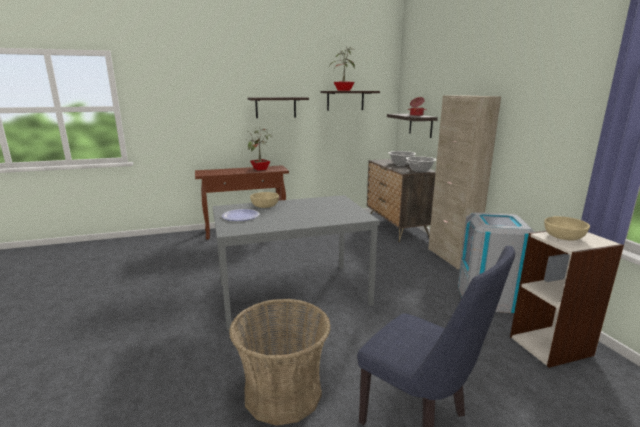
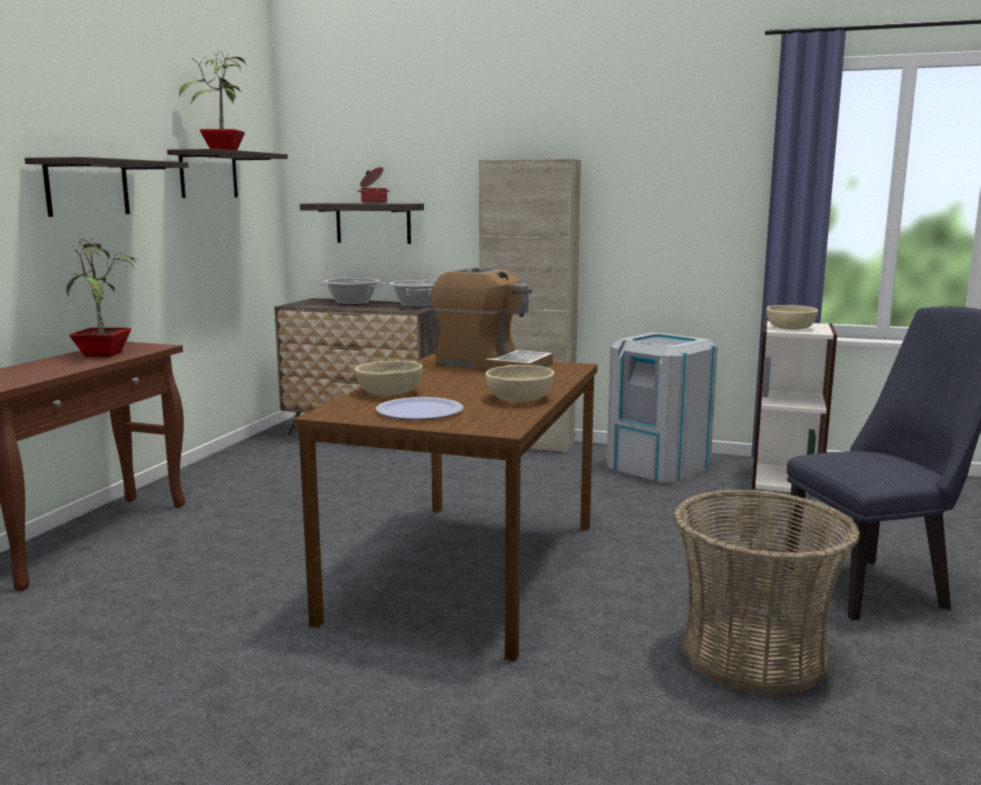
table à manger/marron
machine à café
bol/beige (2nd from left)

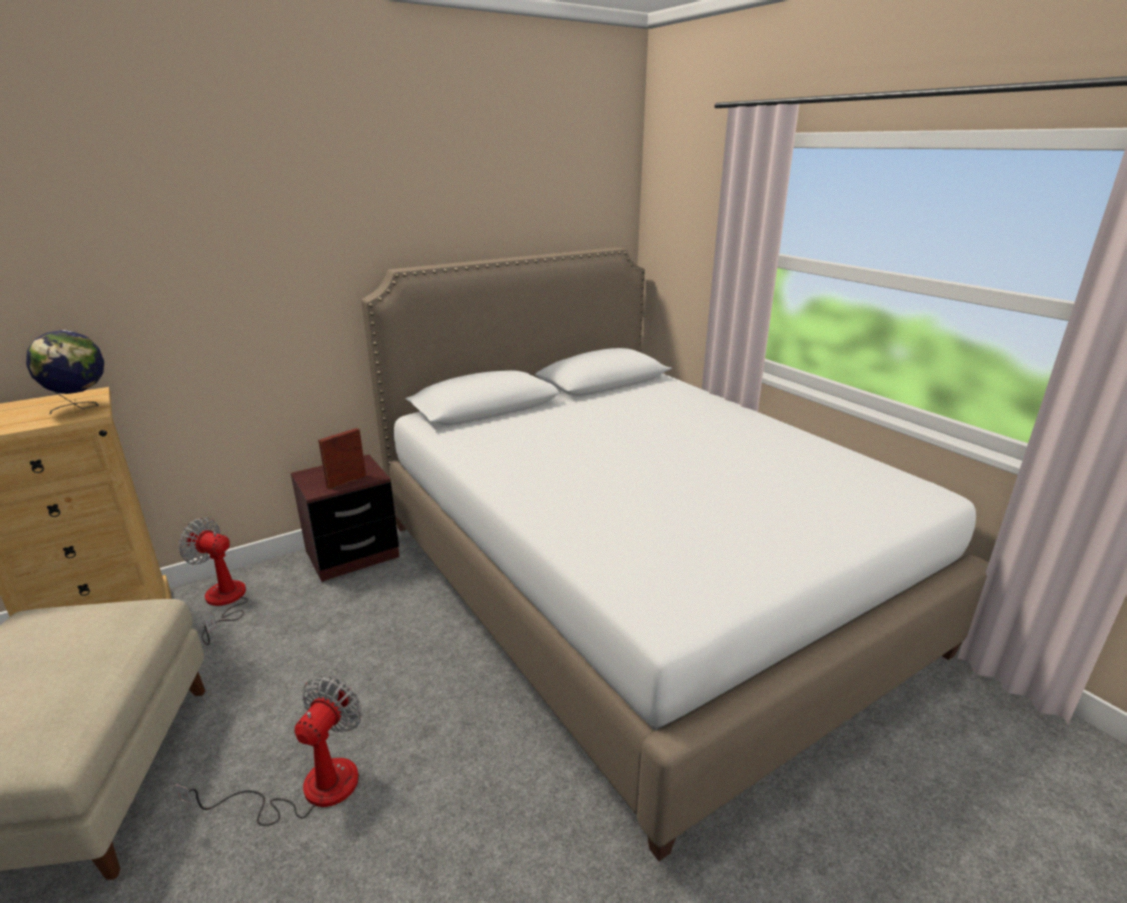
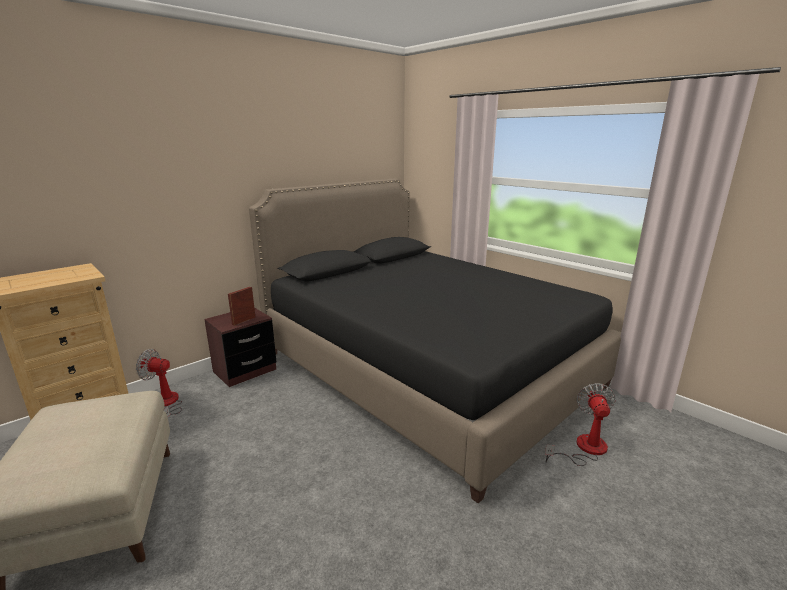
lit/noir
globe
ventilateur (2nd from left)

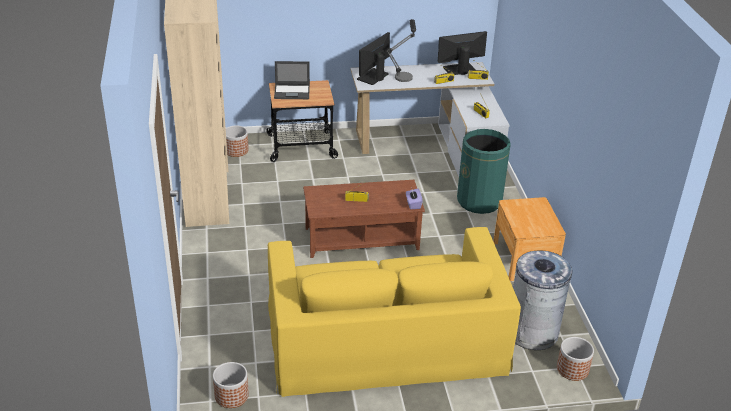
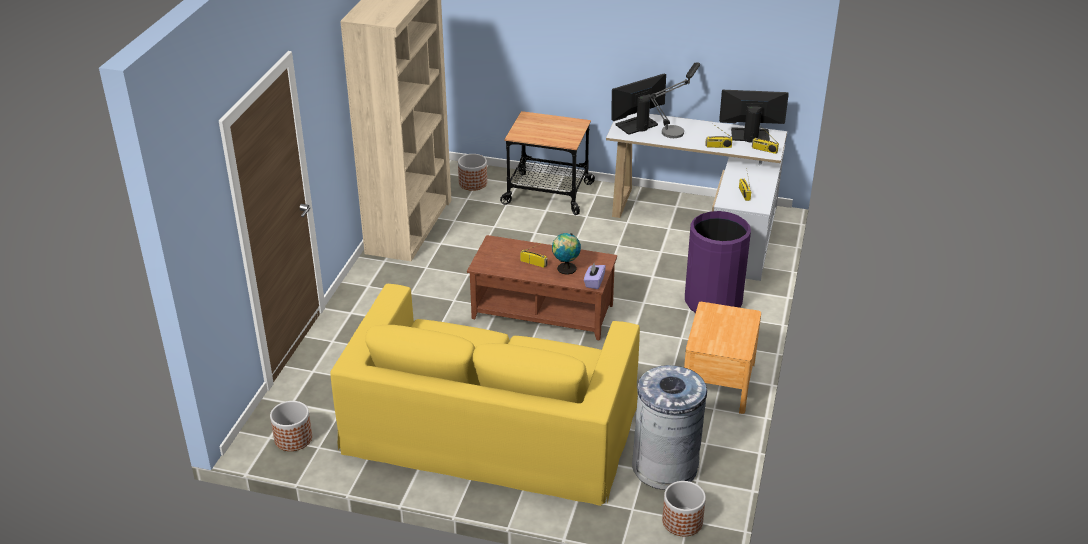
ordinateur portable
poubelle/violet
globe

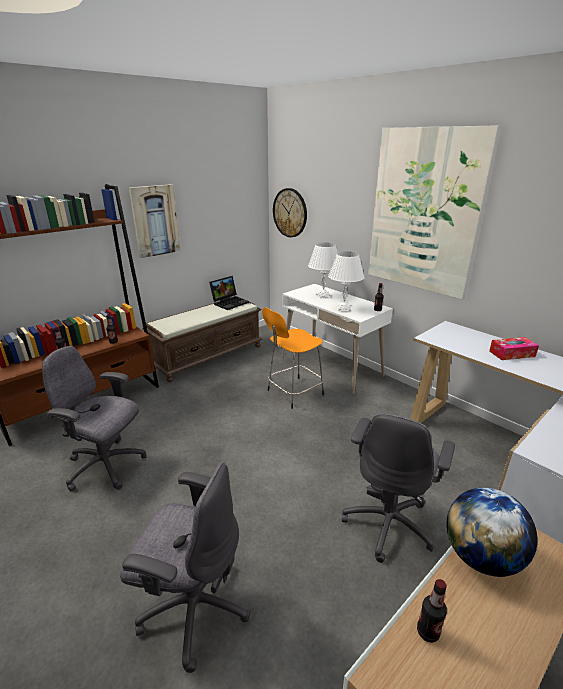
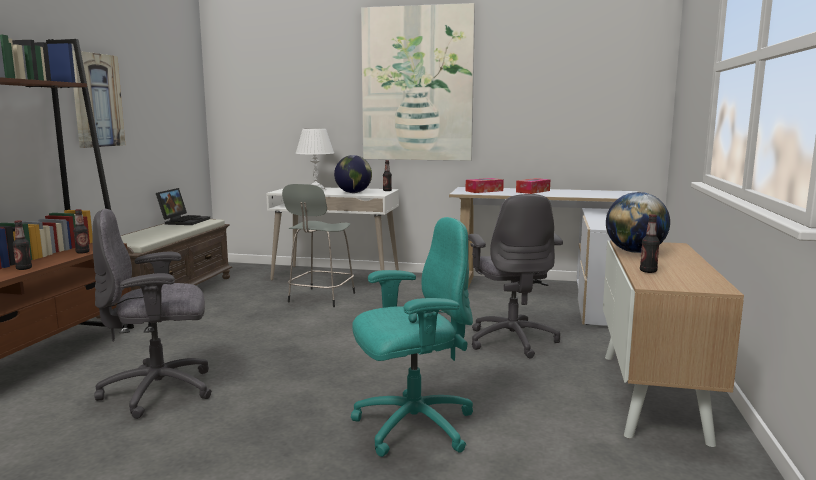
horloge murale
globe (1st from left)
tabouret/gris
chaise de bureau/turquoise
boîte à mouchoirs (1st from left)

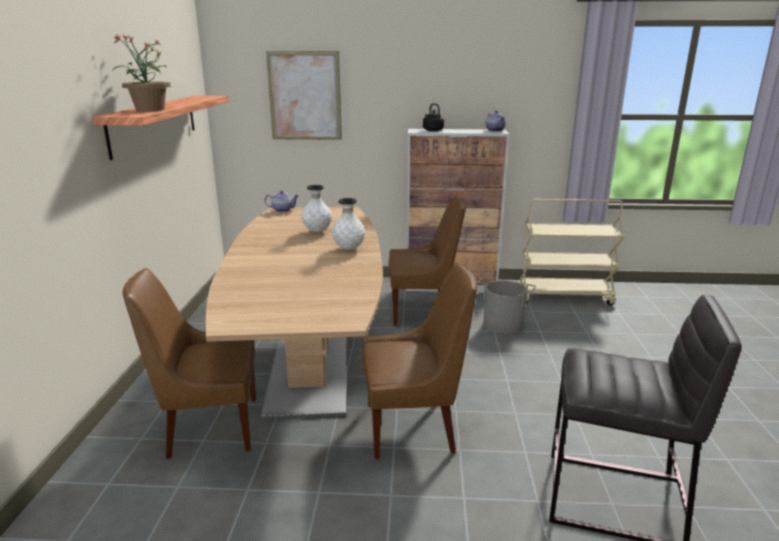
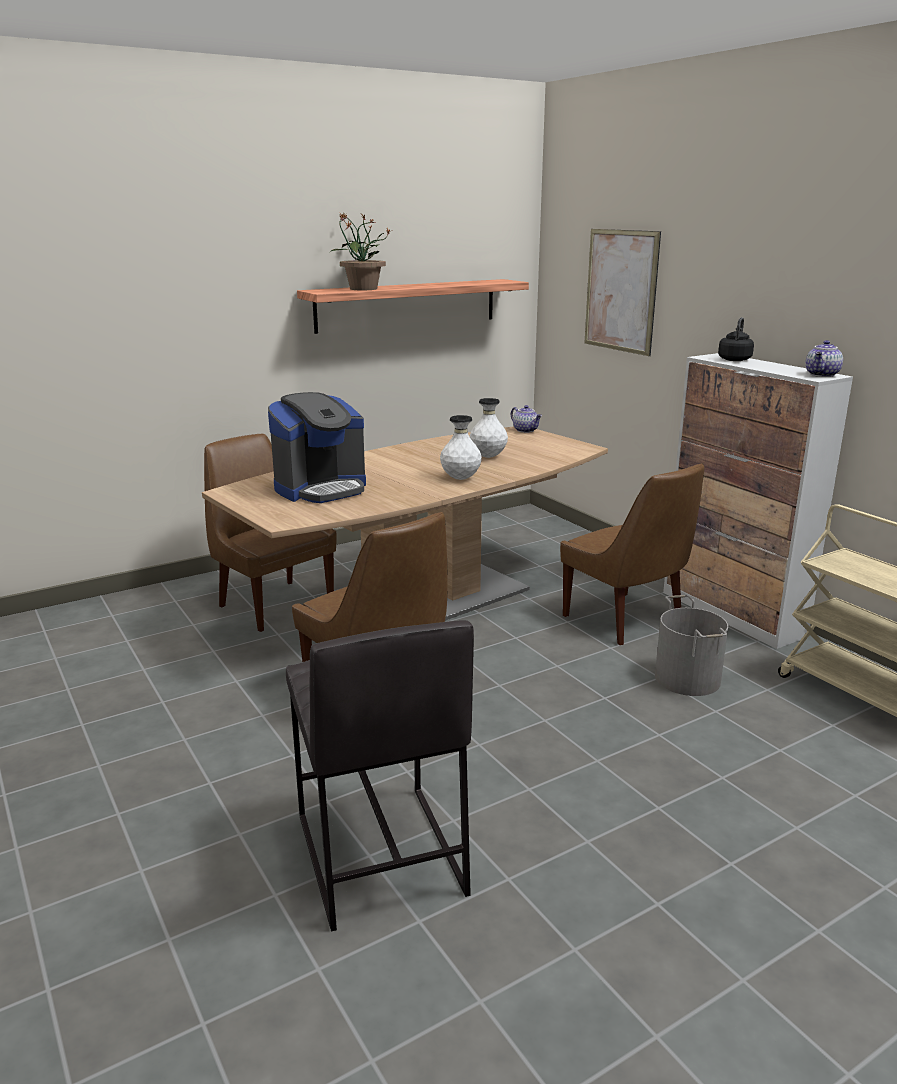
machine à café

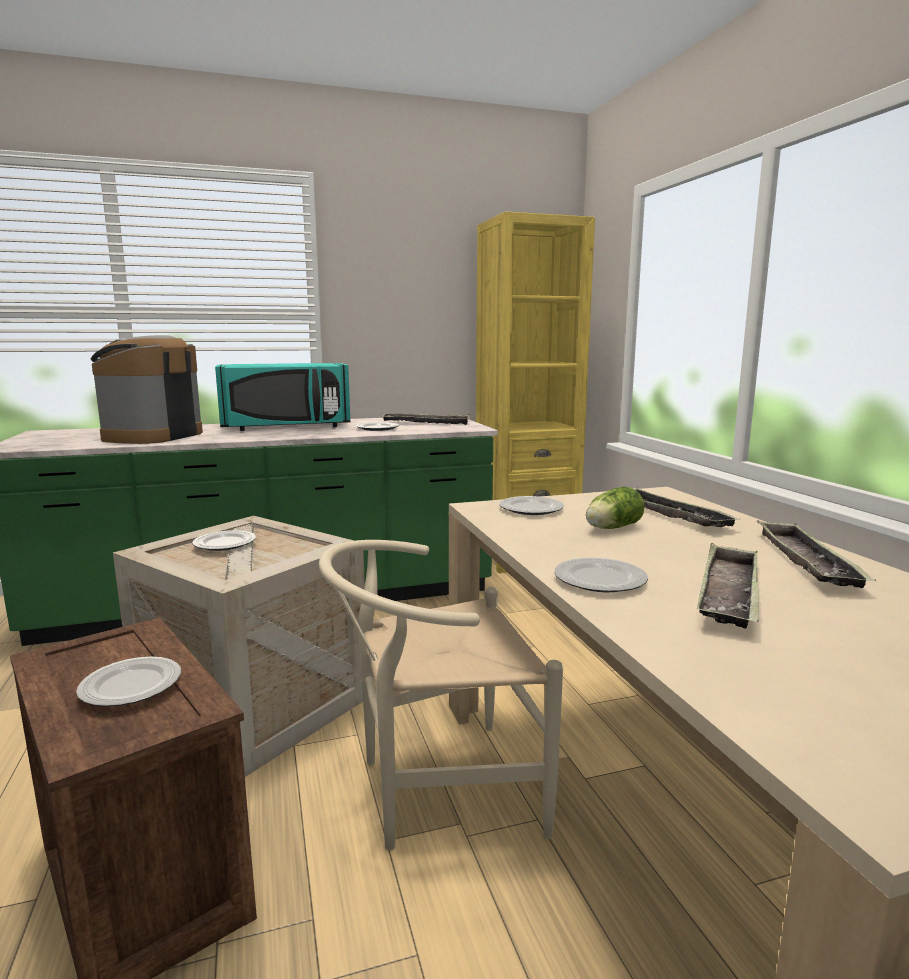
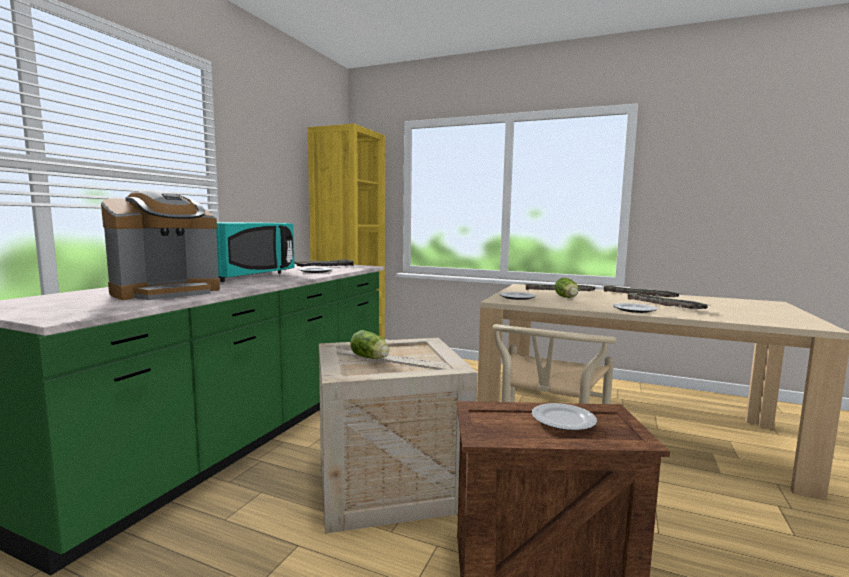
machine à café
laitue (1st from left)

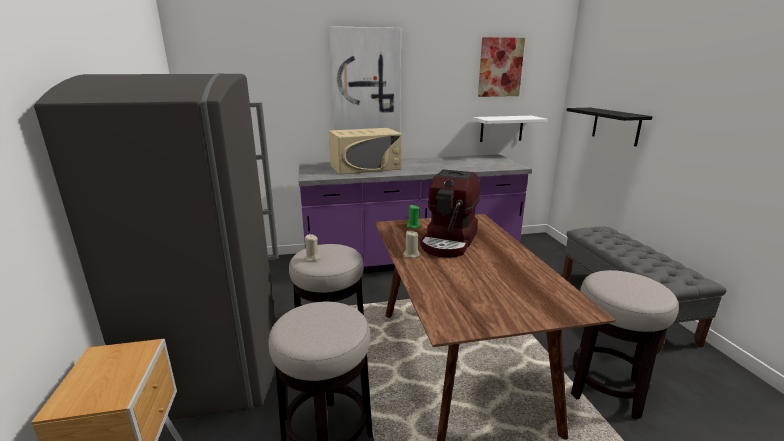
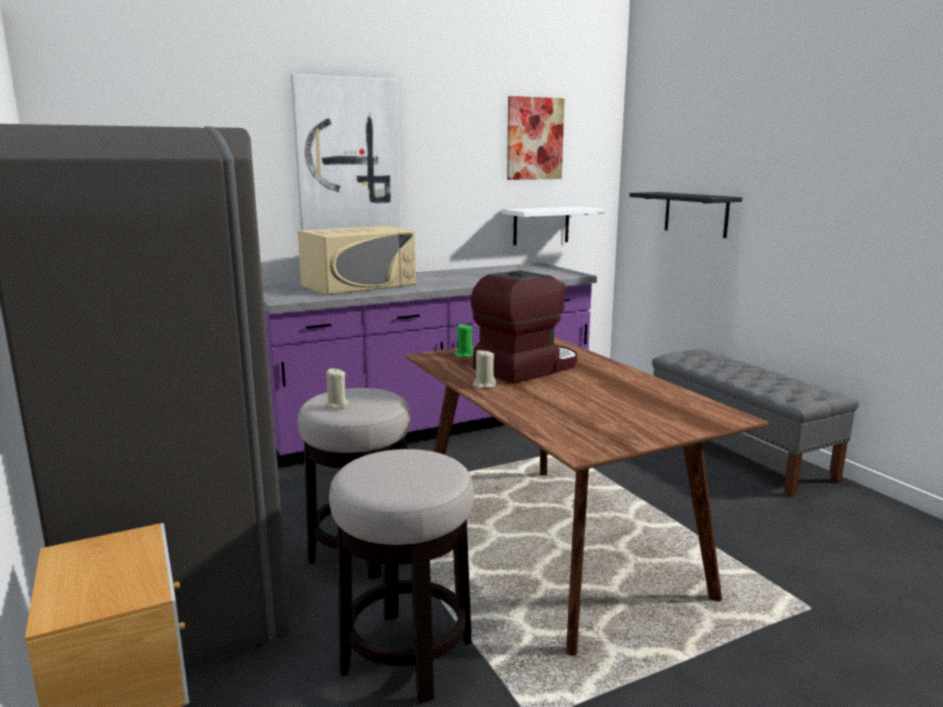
machine à café
tabouret (3rd from left in the first image)

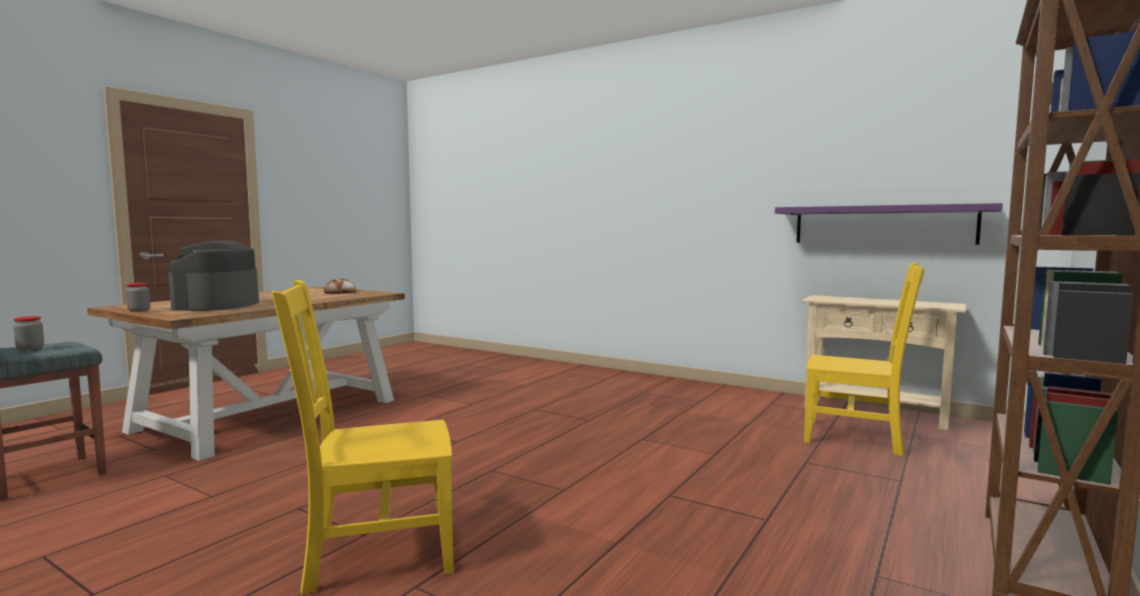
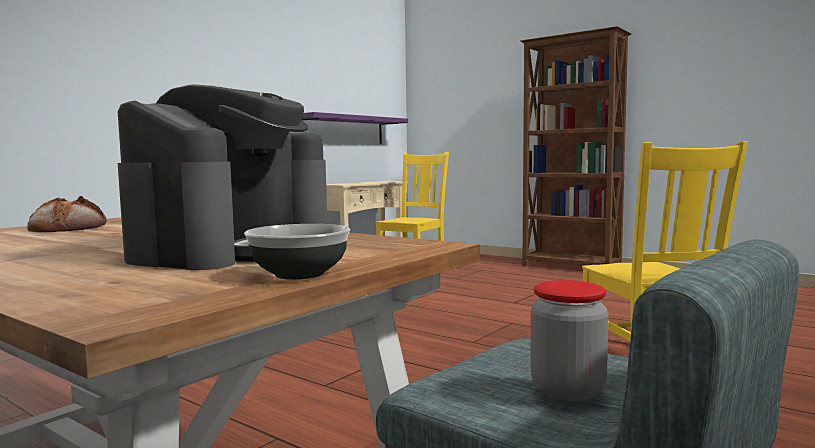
machine à café
bol

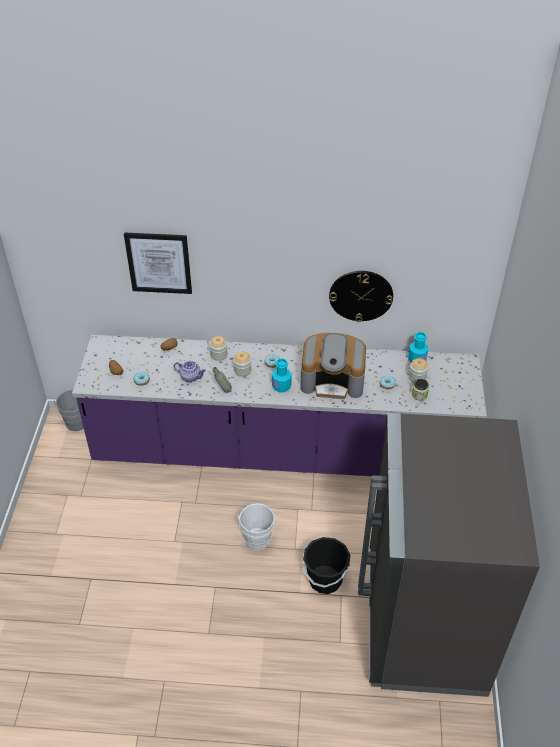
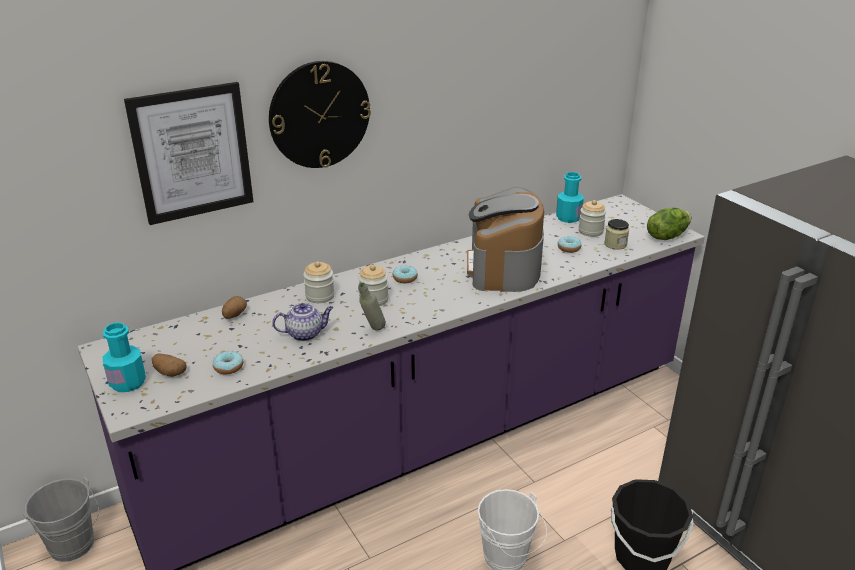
horloge murale
machine à café
bouteille/turquoise (1st from left)
laitue

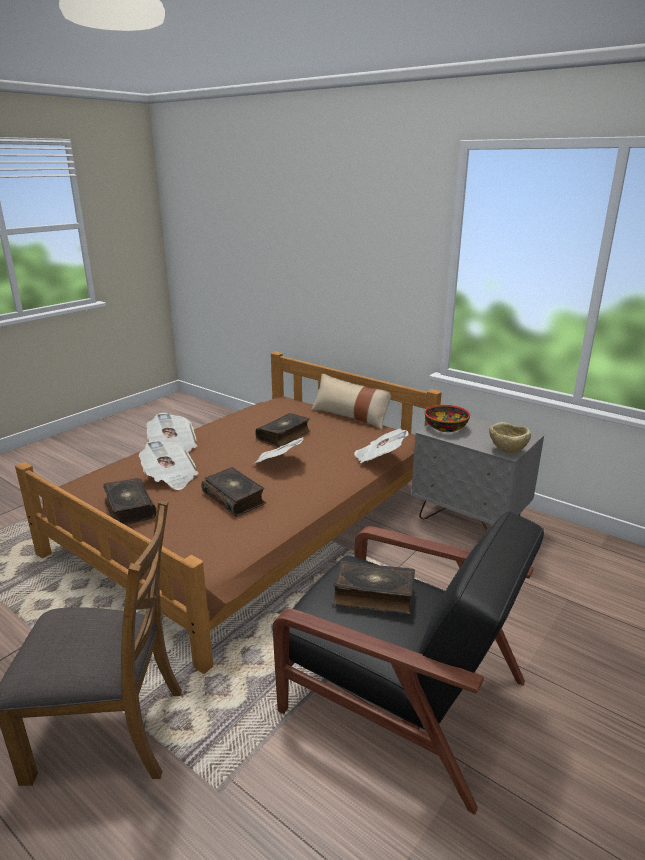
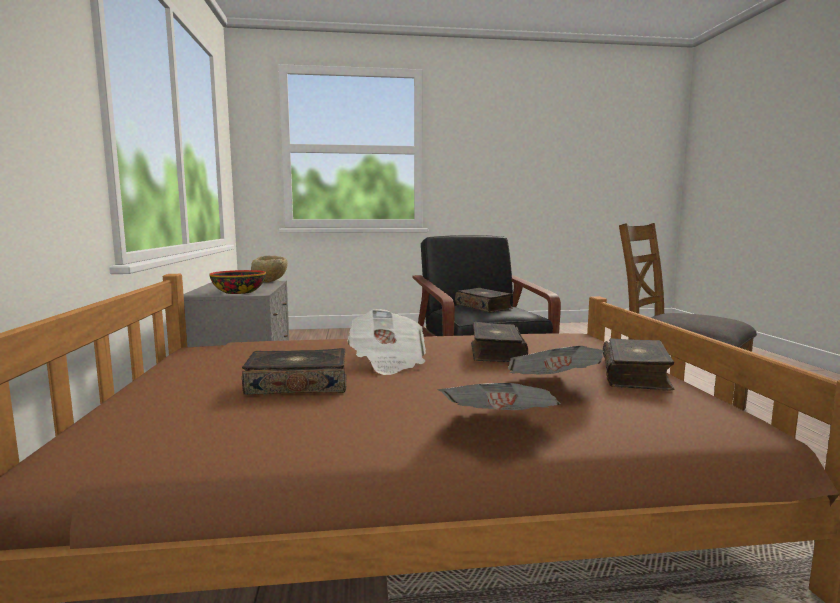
coussin/beige
journal (4th from left in the first image)

